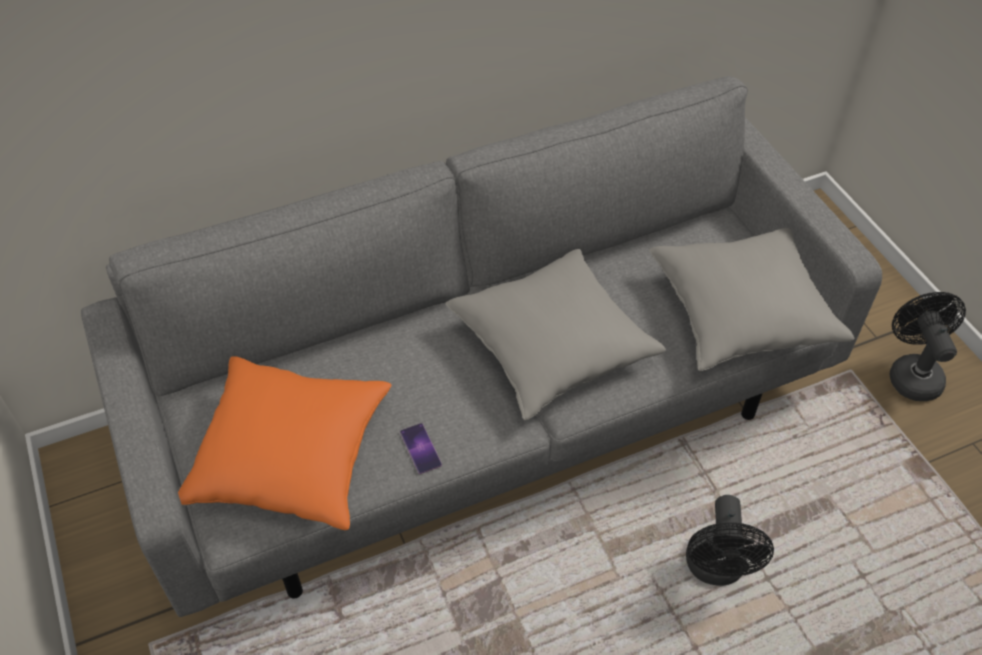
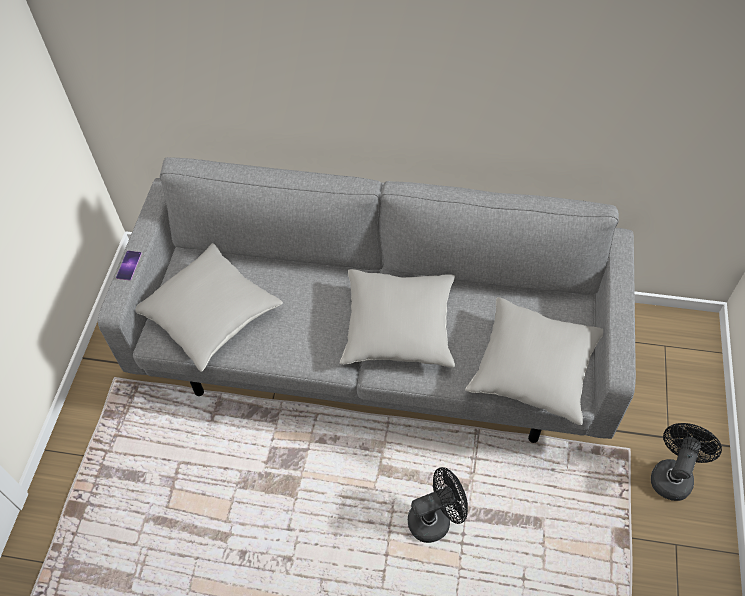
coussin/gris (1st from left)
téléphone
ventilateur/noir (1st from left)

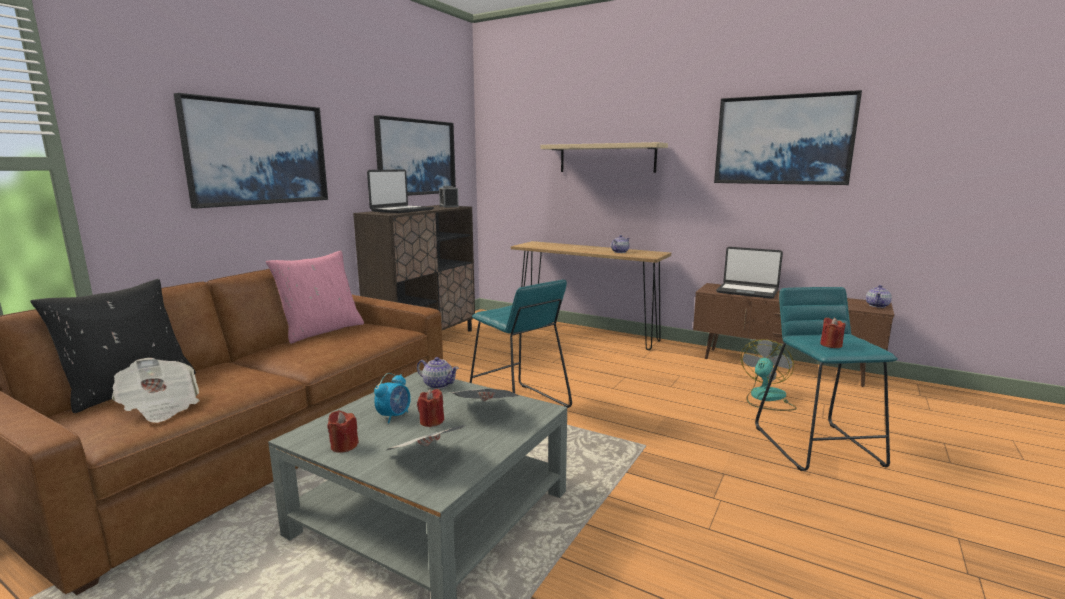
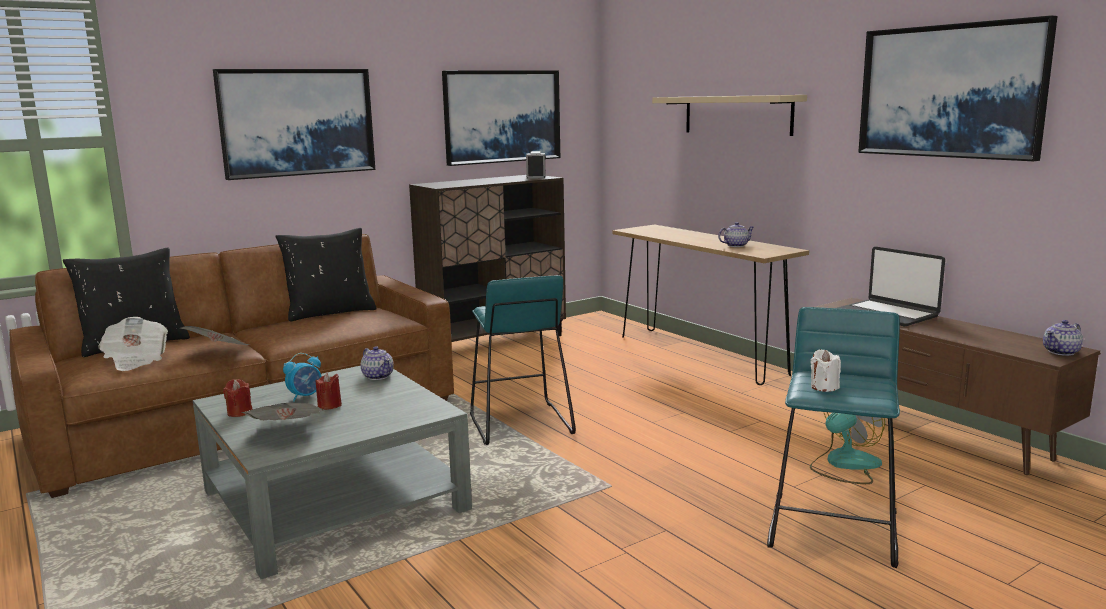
ordinateur portable (1st from left in the first image)
coussin/noir (2nd from left)
bougie/blanc
journal (2nd from left)

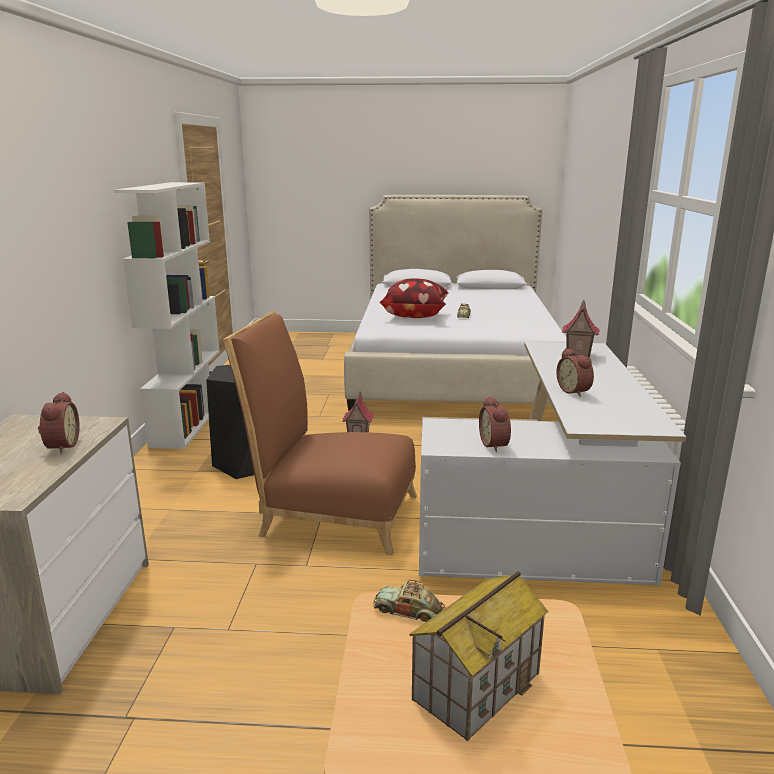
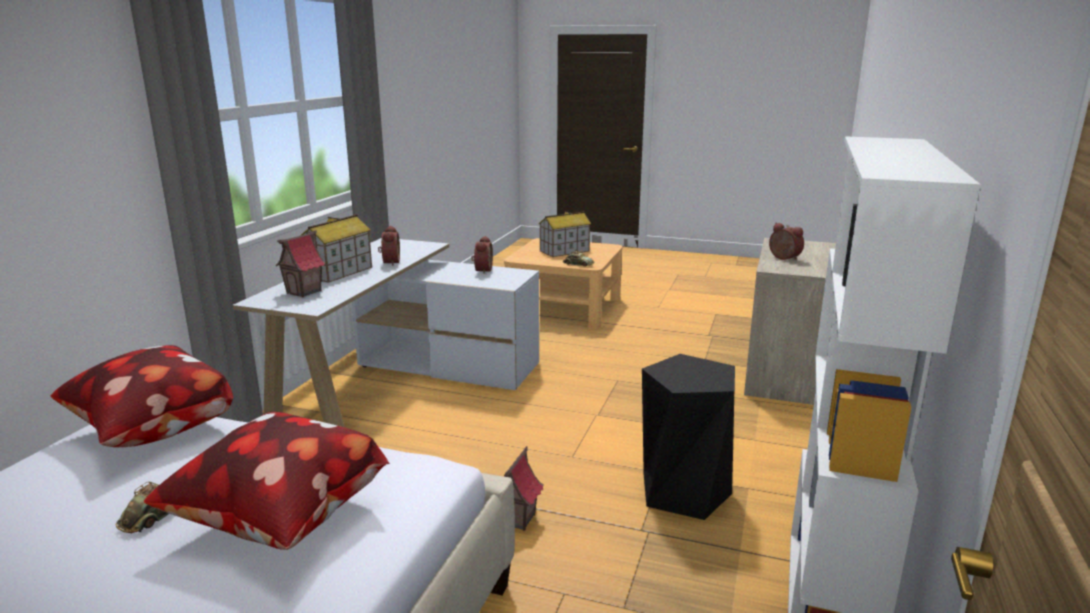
chaise/marron
réveil (3rd from left)
maison miniature (2nd from left)
coussin (1st from left)

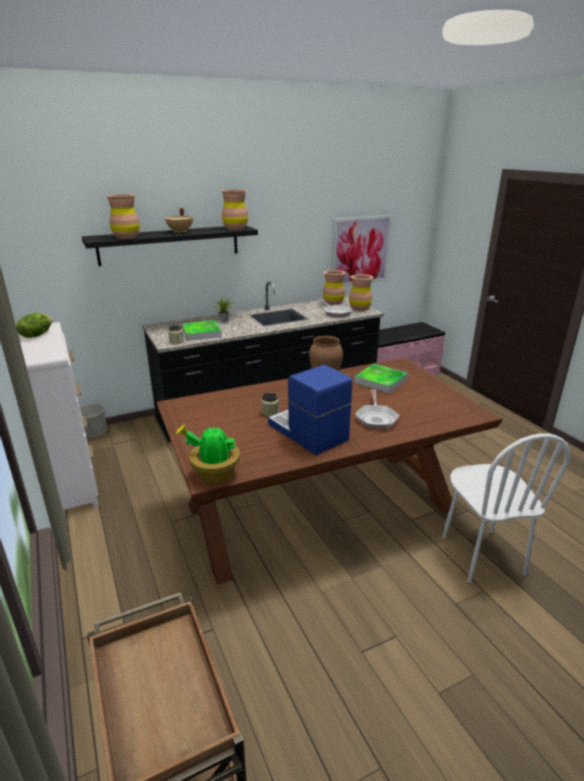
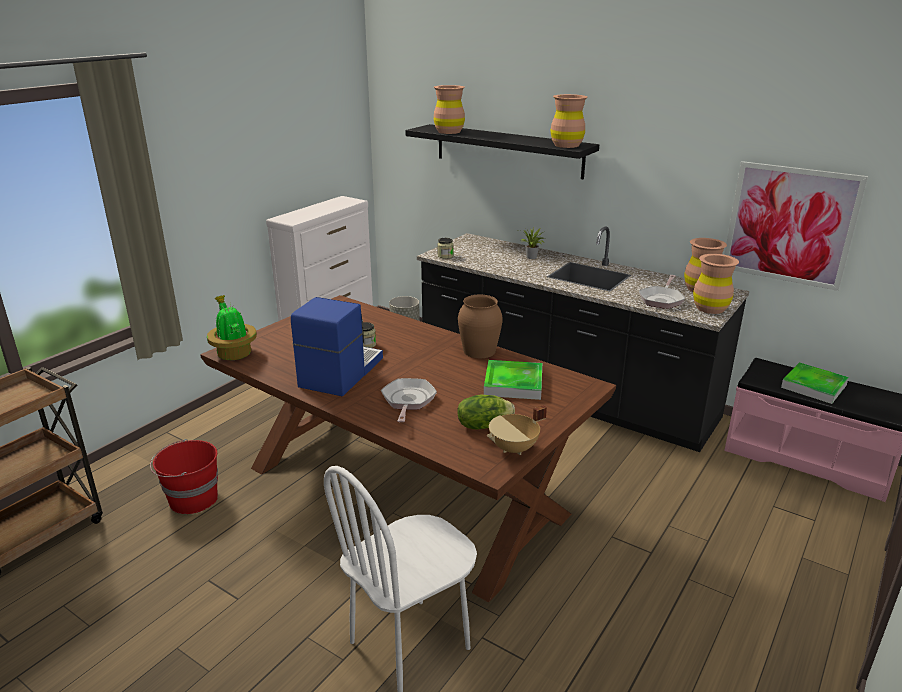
marmite/beige
laitue
plateau (2nd from left)
poêle (1st from left)
seau/rouge

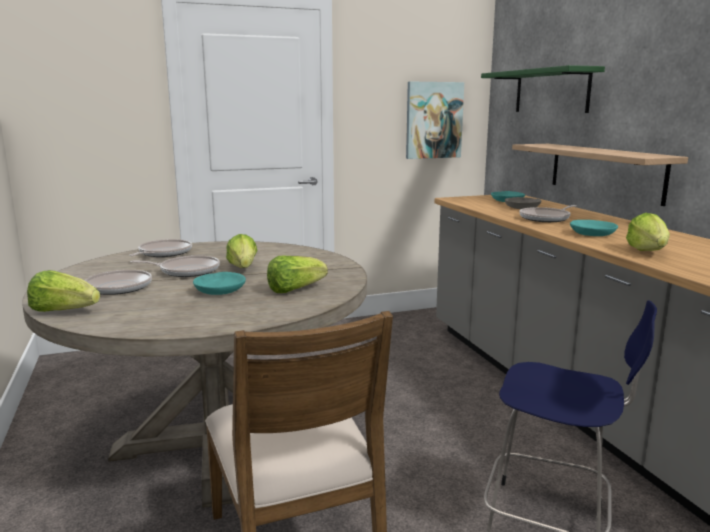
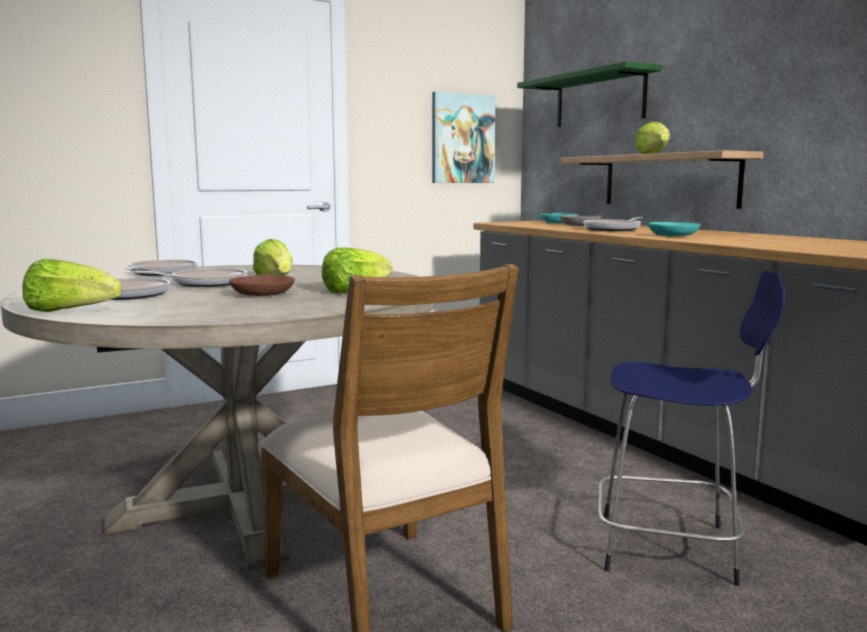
laitue (4th from left)
bol/marron

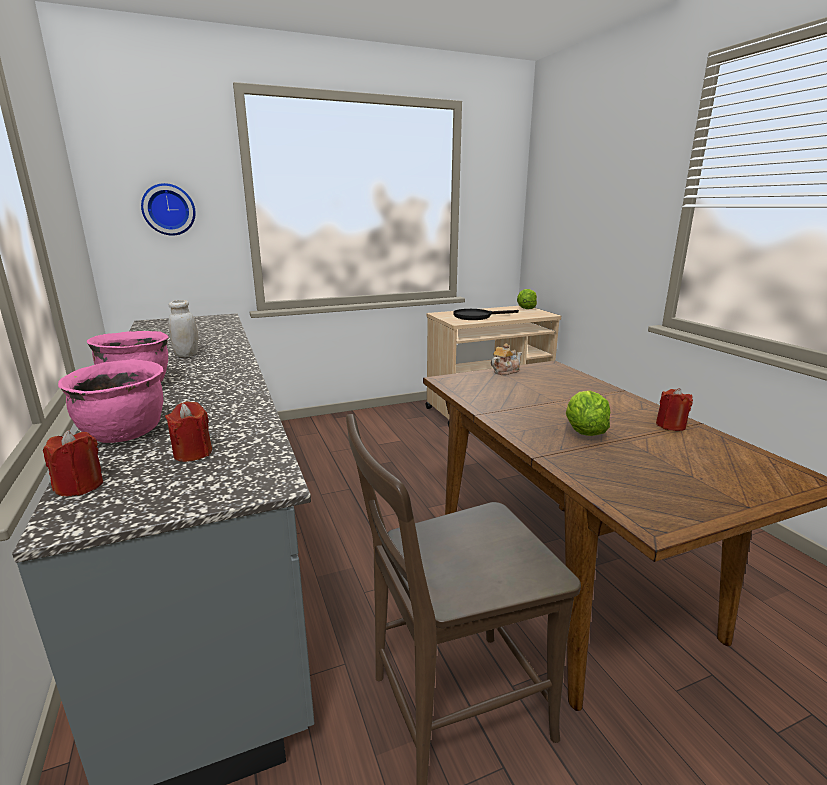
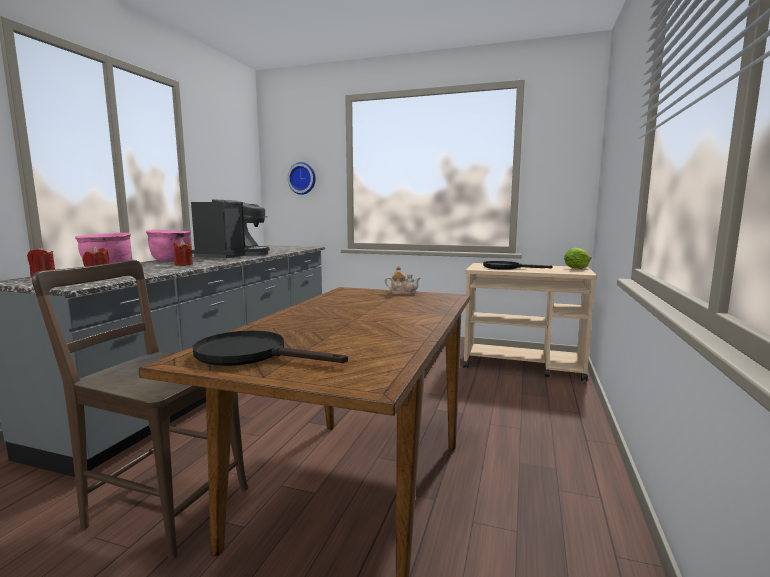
machine à café
bougie/rouge (3rd from left)
laitue (2nd from left in the first image)
poêle/noir (1st from left)

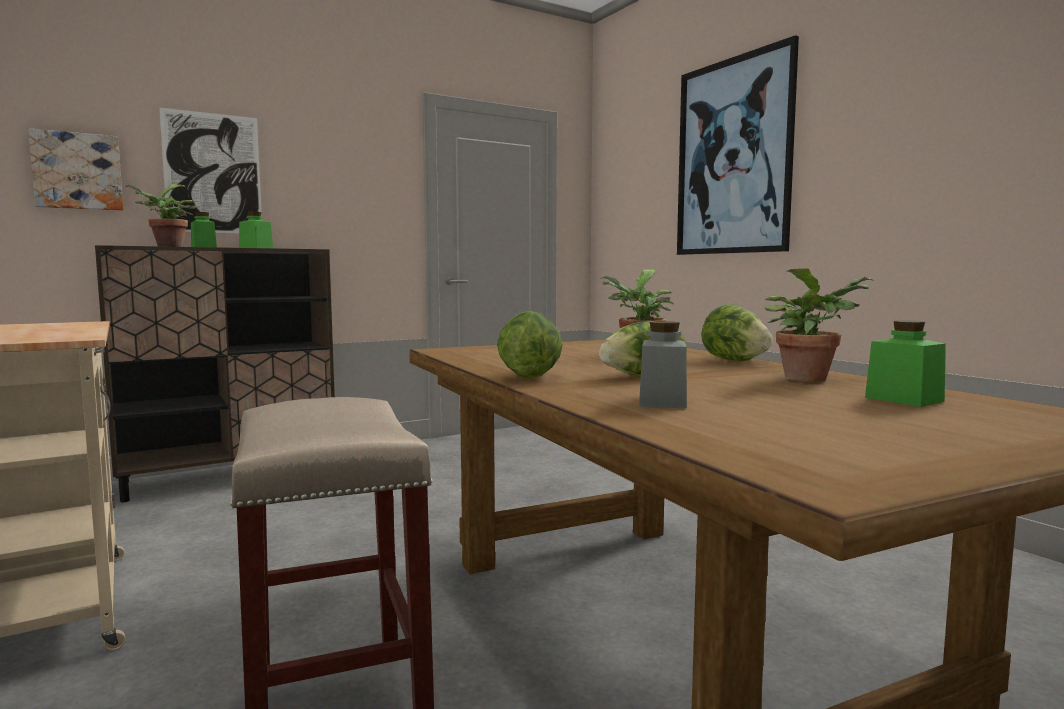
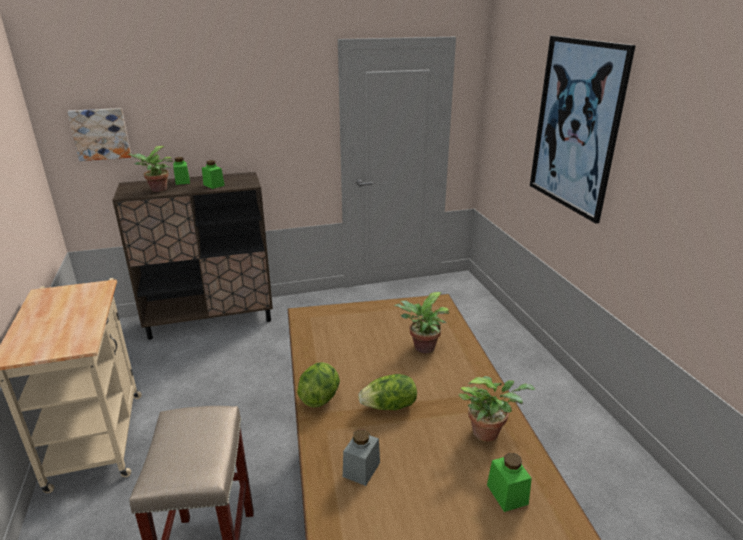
tableau (2nd from left in the first image)
laitue (3rd from left in the first image)

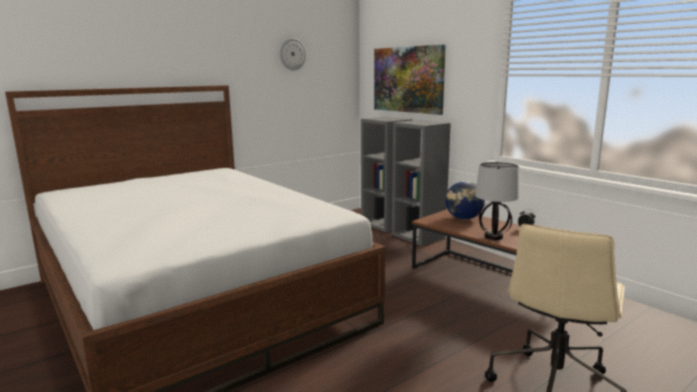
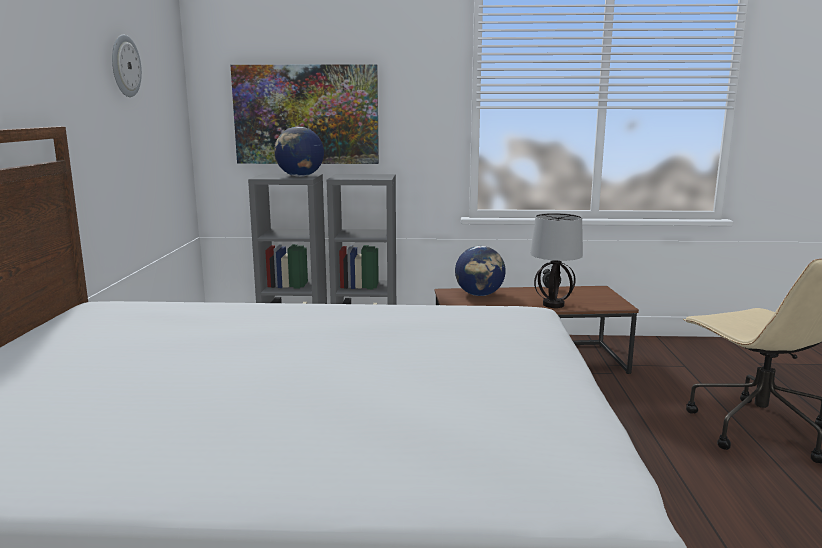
globe (1st from left)

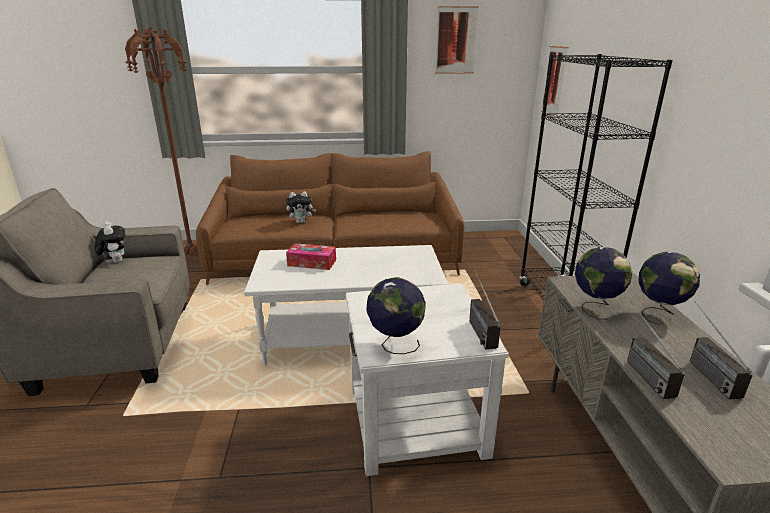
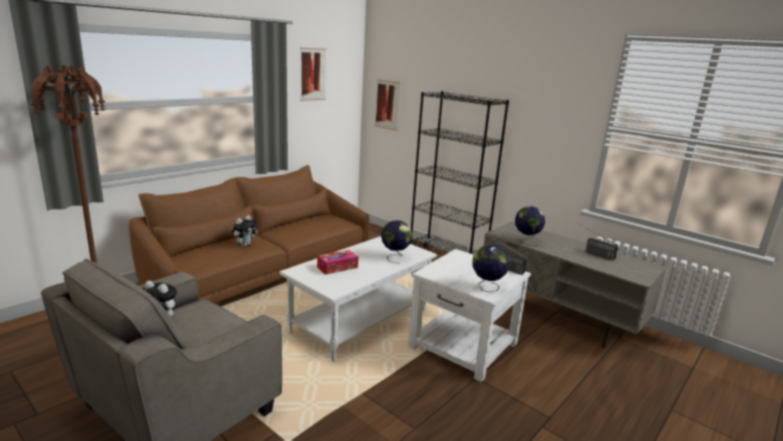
globe (1st from left)
radio (2nd from left in the first image)

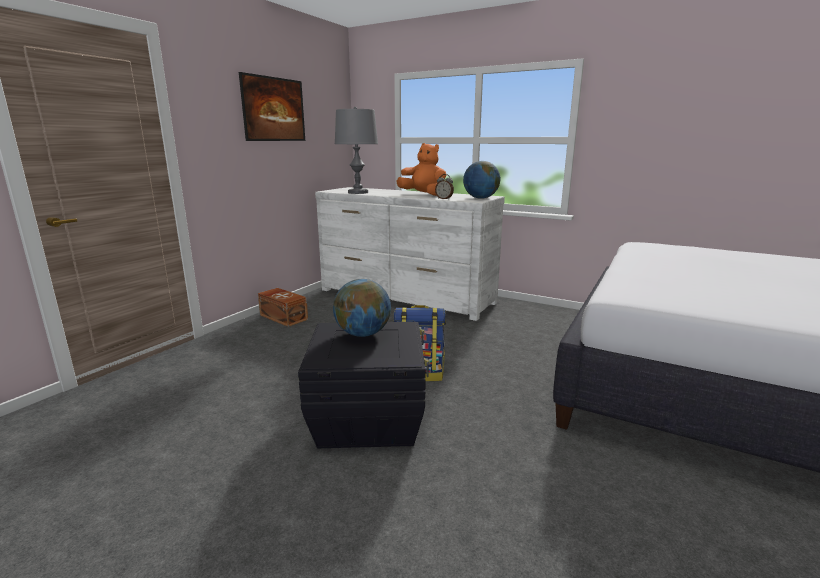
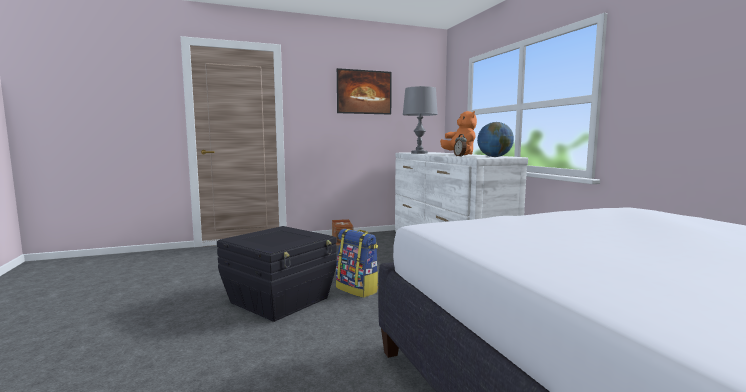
globe (1st from left in the first image)

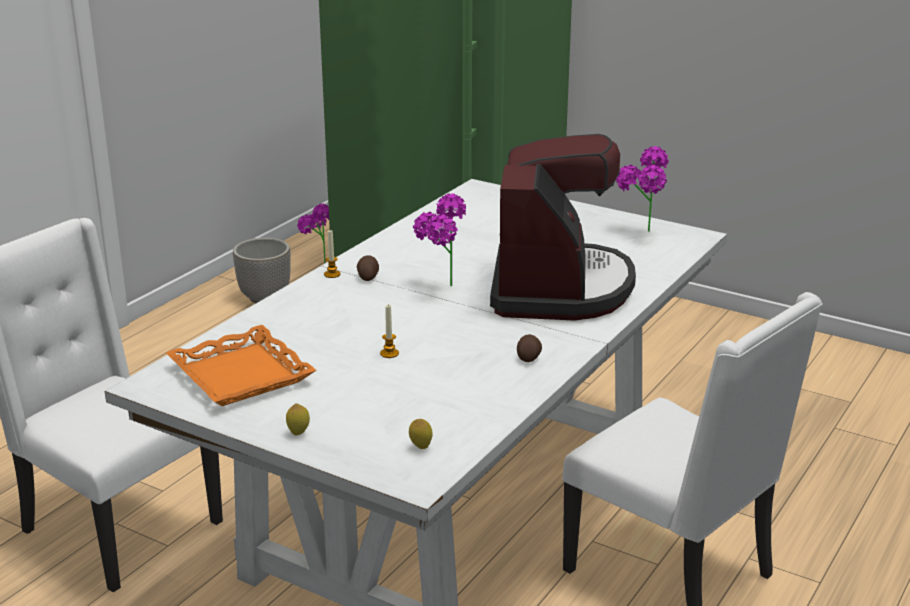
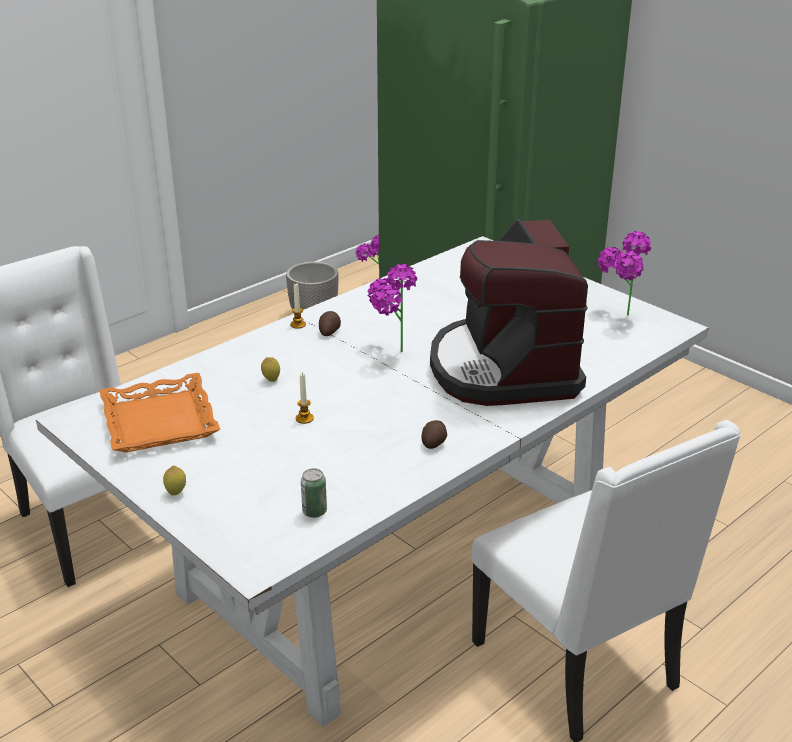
machine à café
citron (2nd from left)
boîte métallique

